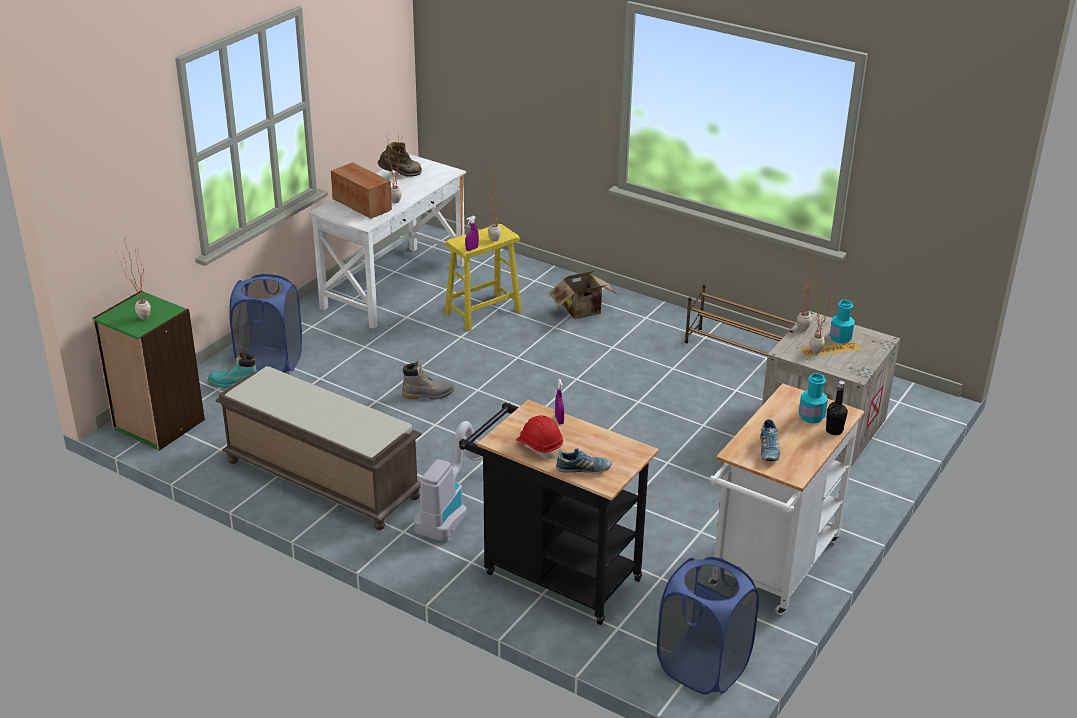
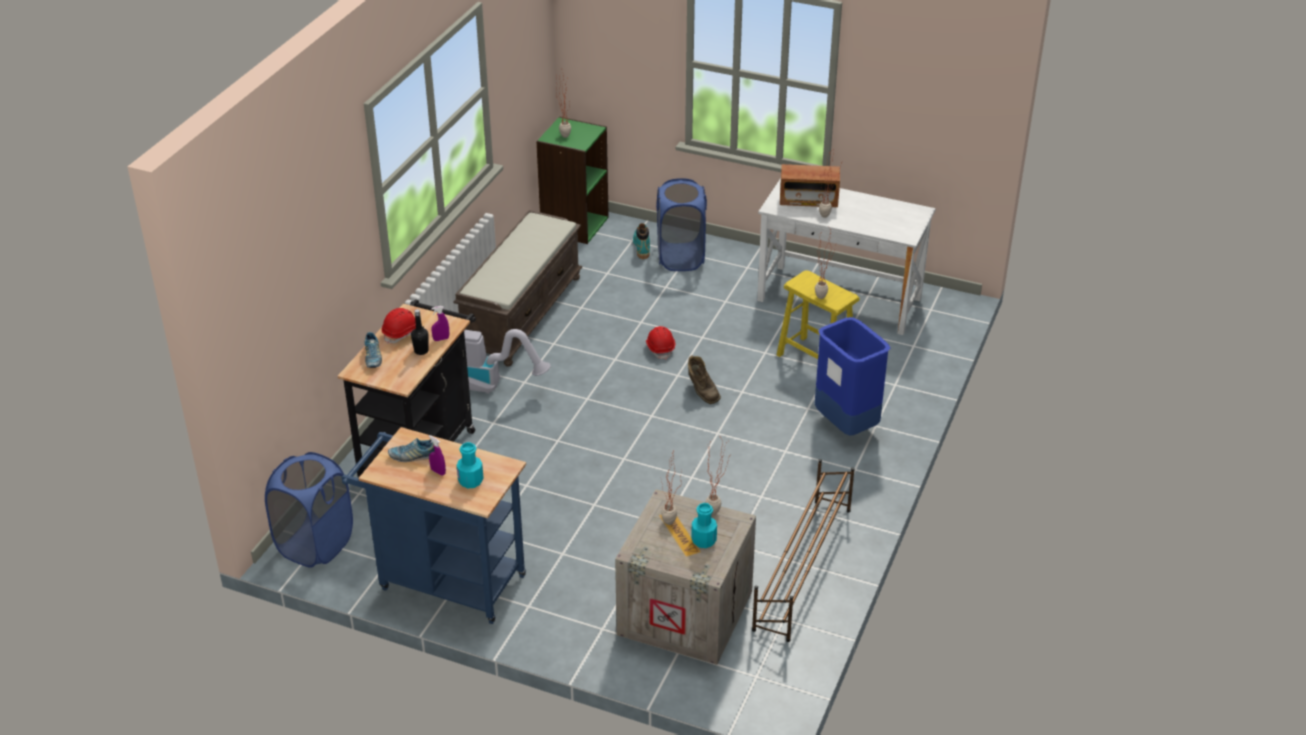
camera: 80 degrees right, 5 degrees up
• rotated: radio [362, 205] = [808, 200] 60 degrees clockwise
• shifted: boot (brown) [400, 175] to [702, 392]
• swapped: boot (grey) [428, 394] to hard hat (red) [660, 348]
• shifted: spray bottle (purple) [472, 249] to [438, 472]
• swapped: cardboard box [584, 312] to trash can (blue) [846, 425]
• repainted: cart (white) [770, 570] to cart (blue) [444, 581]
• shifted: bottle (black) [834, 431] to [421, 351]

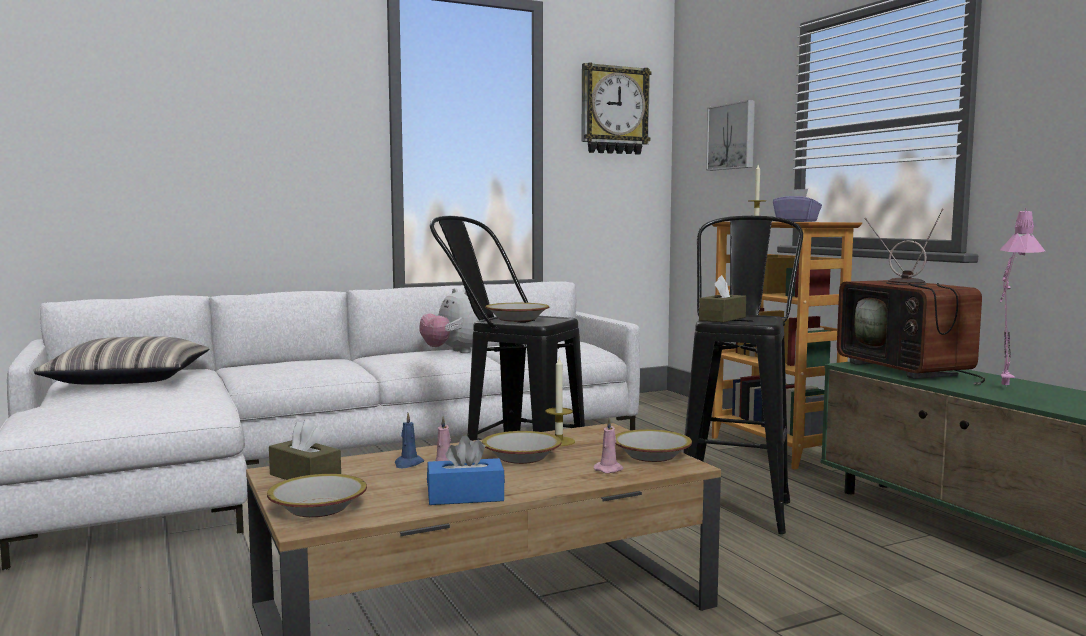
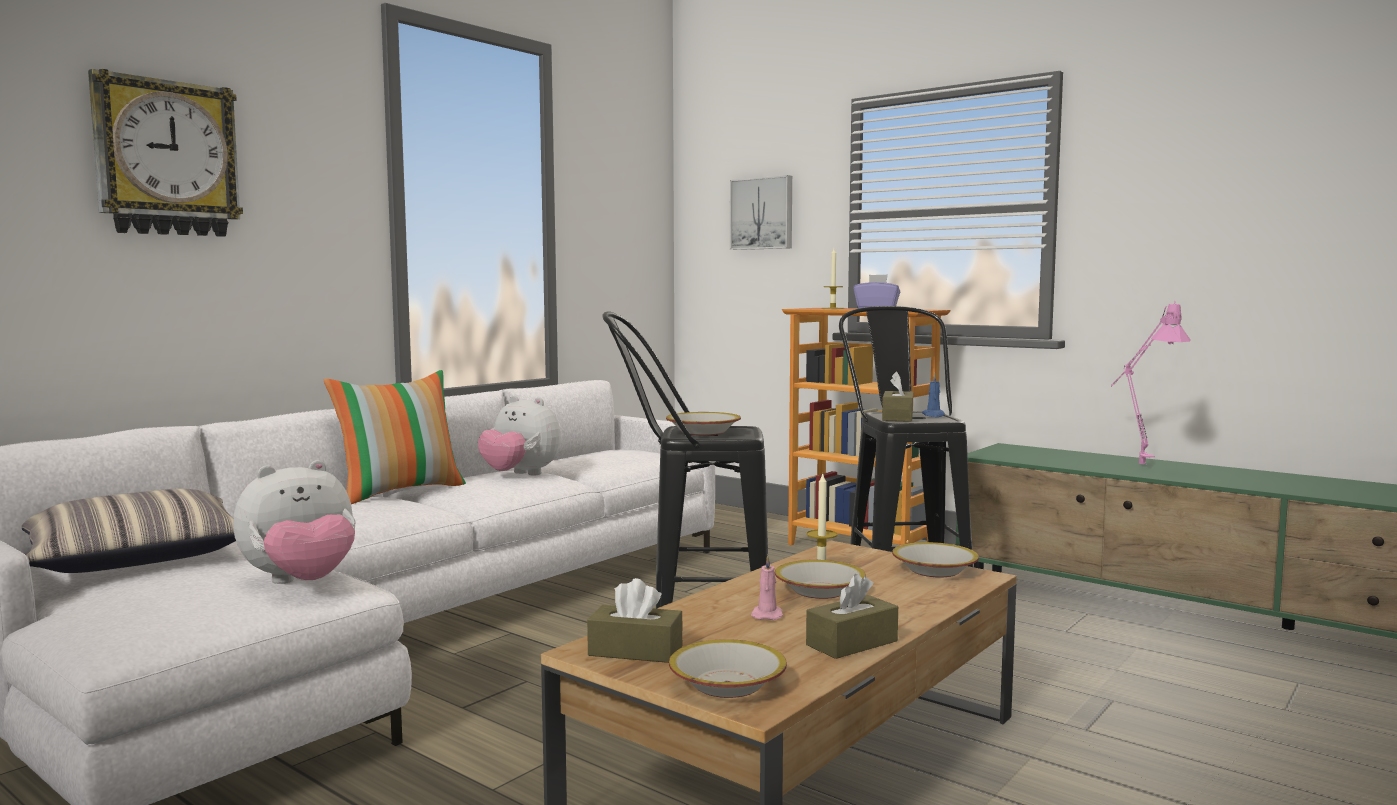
camera: 25 degrees left, 0 degrees up
• shifted: candle (blue) [408, 464] to [933, 415]
• repainted: tissue box (blue) [465, 496] to tissue box (brown) [852, 643]
• shifted: wall clock [613, 110] to [166, 158]
• gone: candle (pink) [609, 469]
• gone: television [910, 370]
• new: plush toy [301, 583]
• new: pillow [400, 492]

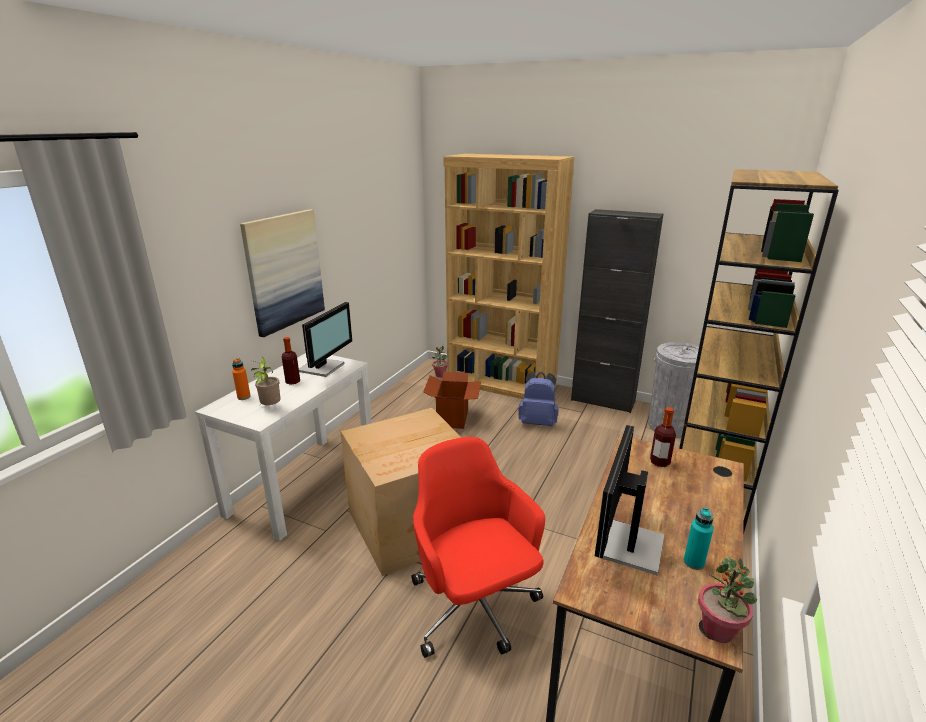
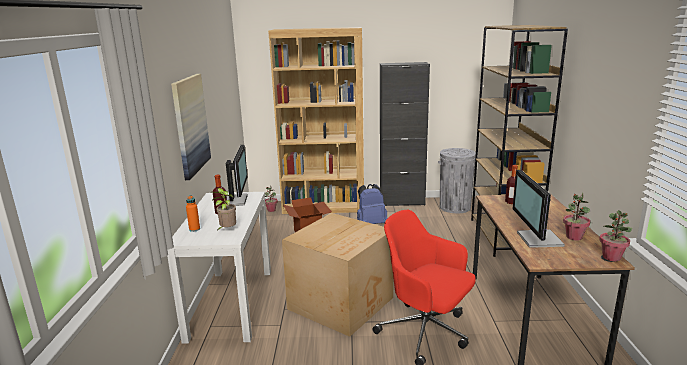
camera: 25 degrees left, 5 degrees down
• swapped: bottle (turquoise) [693, 562] to potted plant [574, 237]

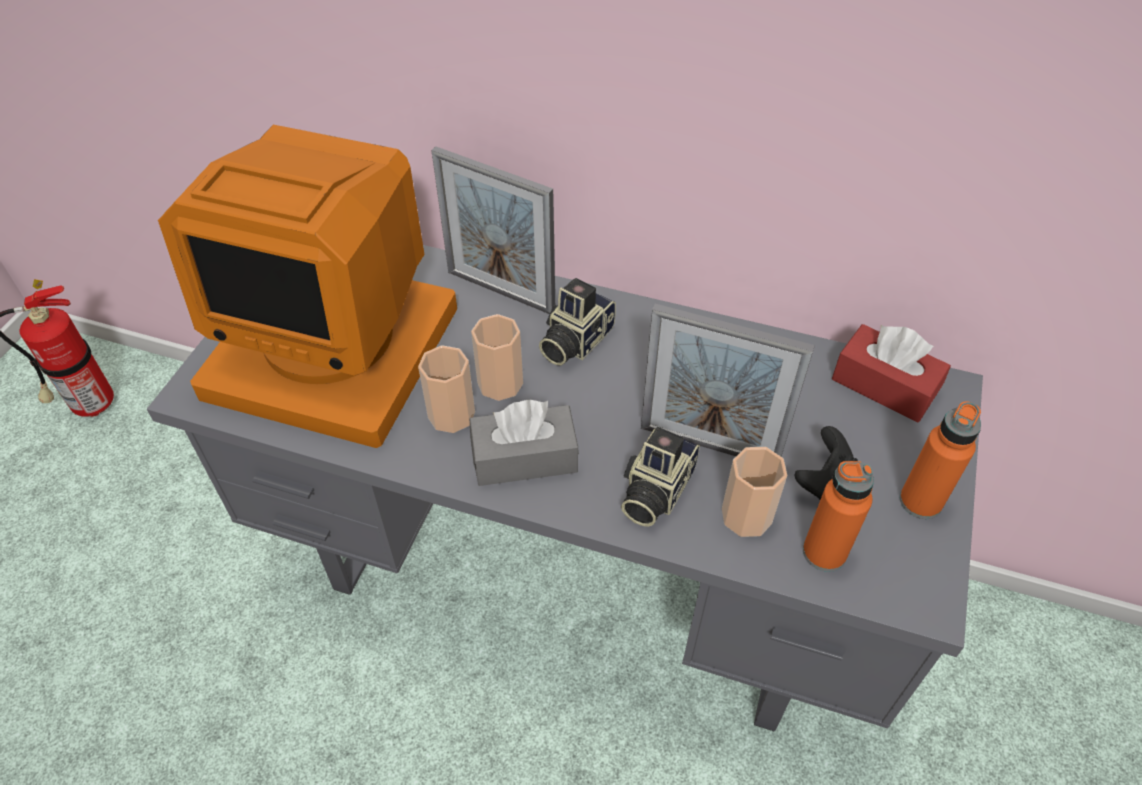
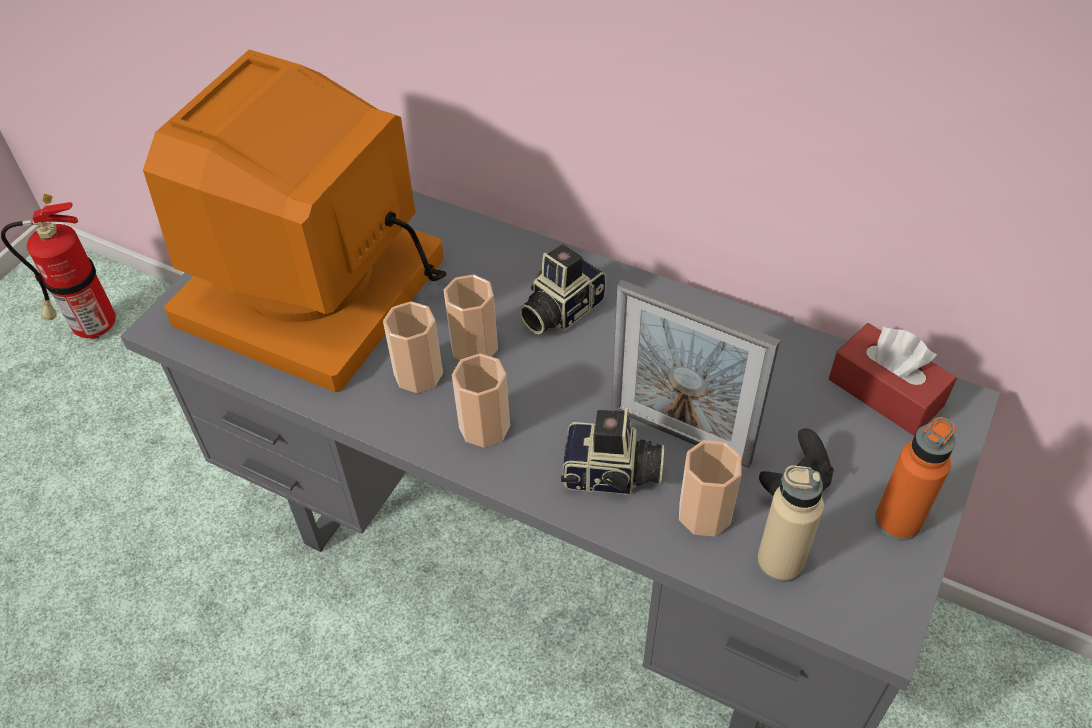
camera: 10 degrees right, 0 degrees up
• rotated: monitor [336, 347] = [315, 292] 90 degrees clockwise
• gone: picture frame [500, 291]
• swapped: tissue box (grey) [524, 458] to cup [484, 427]
• rotated: photo camera [654, 490] = [612, 476] 120 degrees counterclockwise
• repainted: bottle (orange) [824, 552] to bottle (beige) [780, 562]

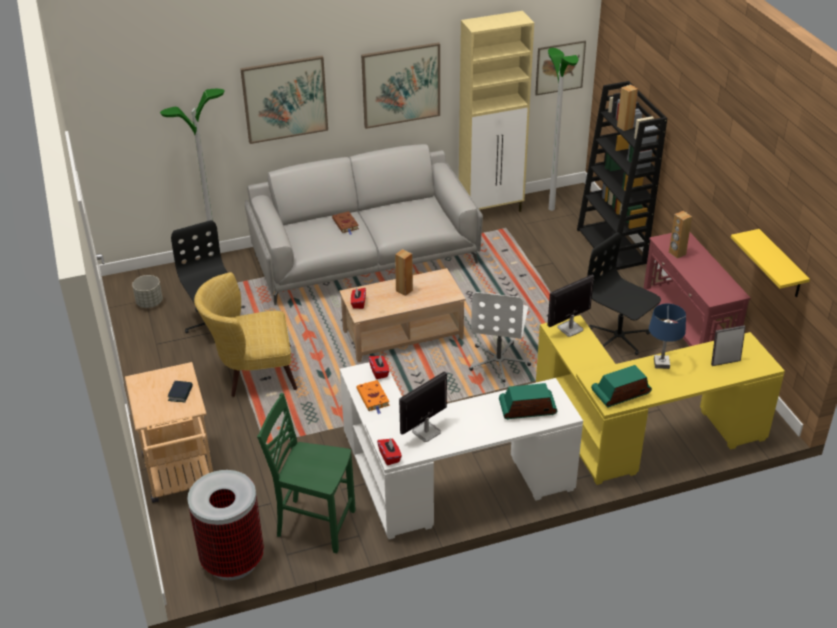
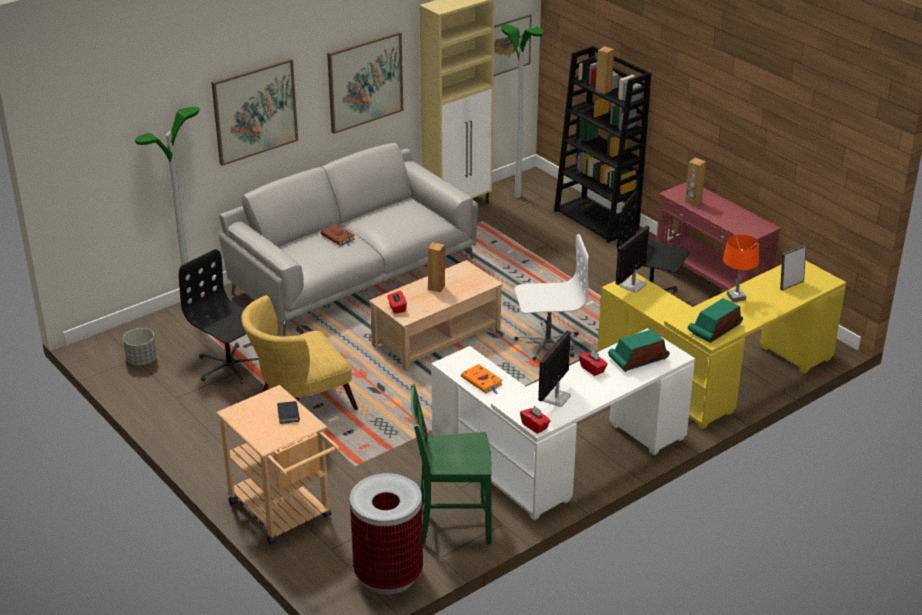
camera: 20 degrees left, 5 degrees down
• shifted: tissue box (red) [379, 372] to [592, 369]
• rotated: office chair (white) [499, 361] = [547, 343] 90 degrees counterclockwise
• repainted: table lamp (blue) [661, 363] to table lamp (orange) [736, 297]
• gone: shelf (yellow) [781, 265]

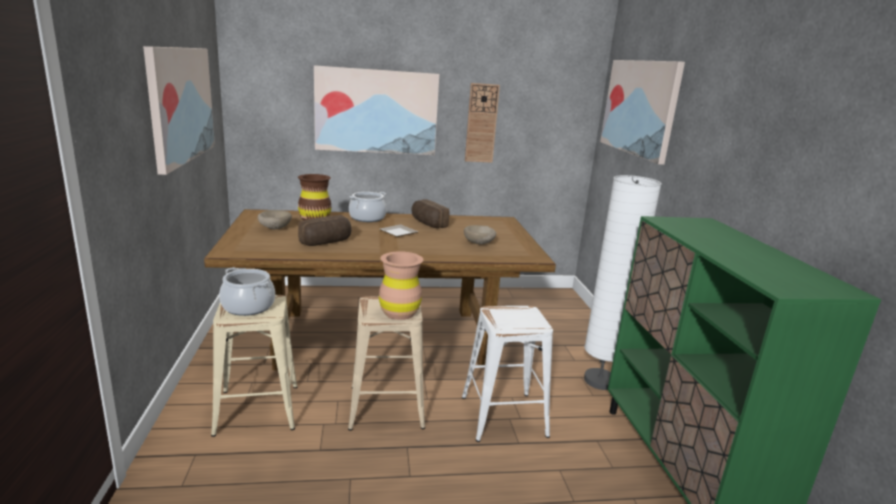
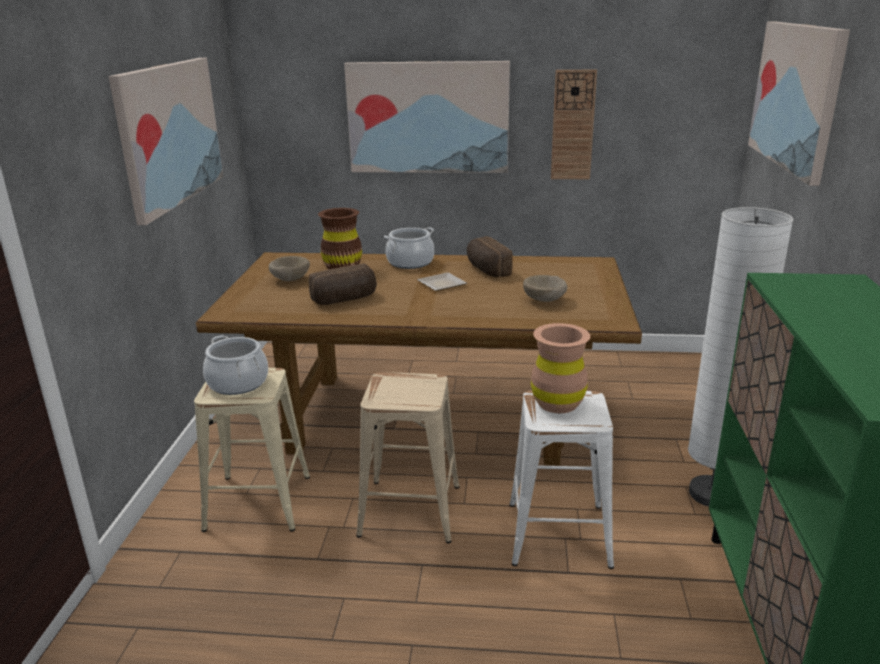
camera: 15 degrees right, 5 degrees up
• shifted: vase (brown) [399, 313] to [557, 403]

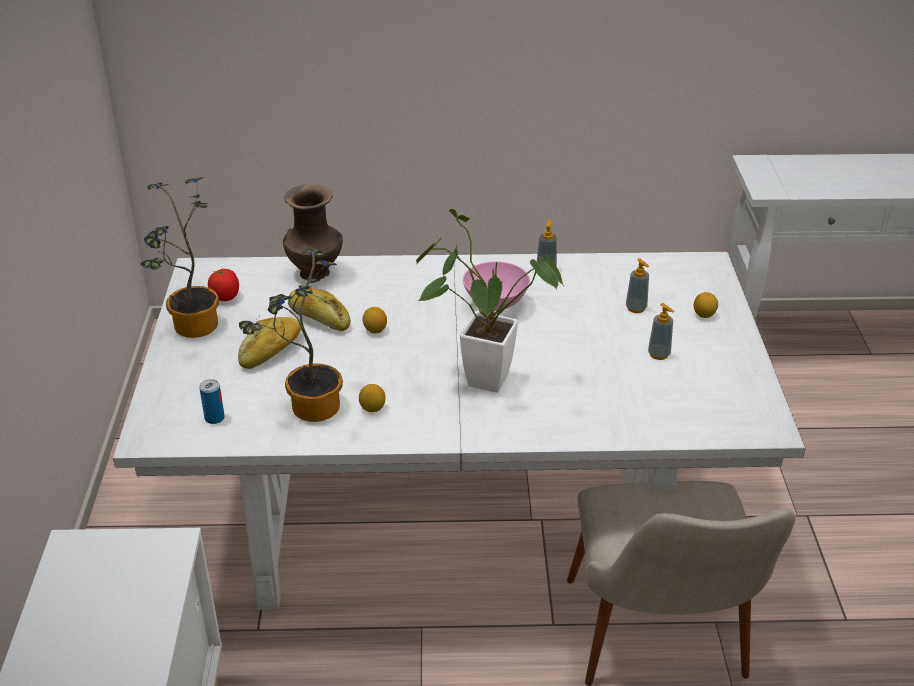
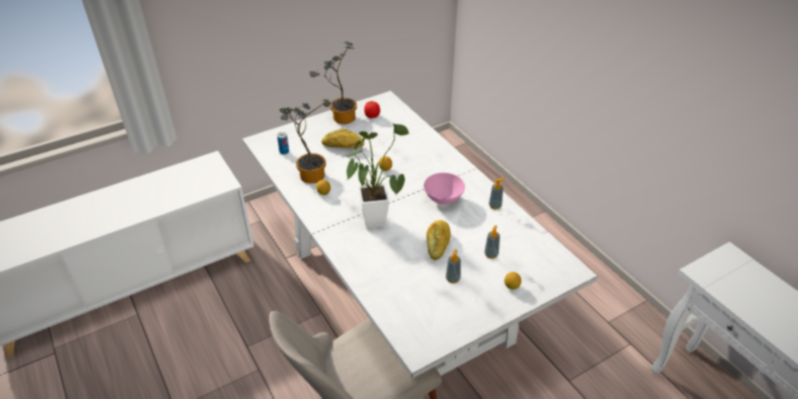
camera: 60 degrees right, 5 degrees up
• gone: vase (brown) [316, 273]
• shifted: bread [319, 318] to [437, 243]

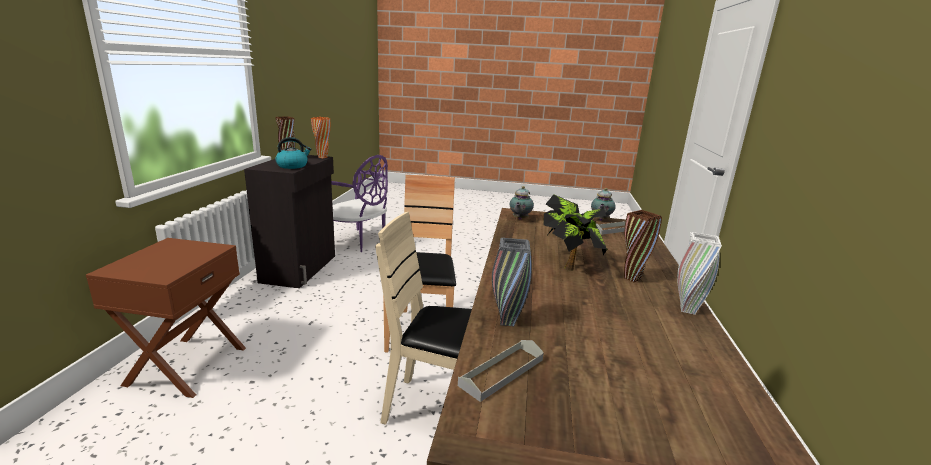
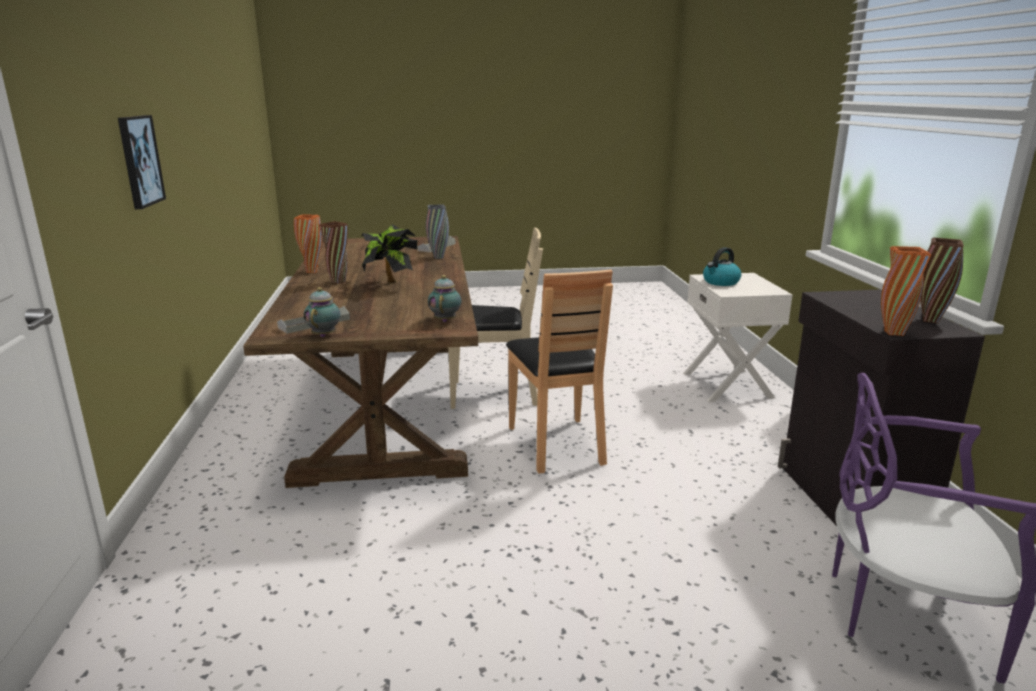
camera: 165 degrees right, 0 degrees up
• repainted: nightstand (brown) [186, 365] to nightstand (white) [728, 385]
• shifted: kettle [293, 166] to [720, 282]
• repainted: vase (white) [687, 310] to vase (orange) [312, 271]
• new: picture [139, 161]

